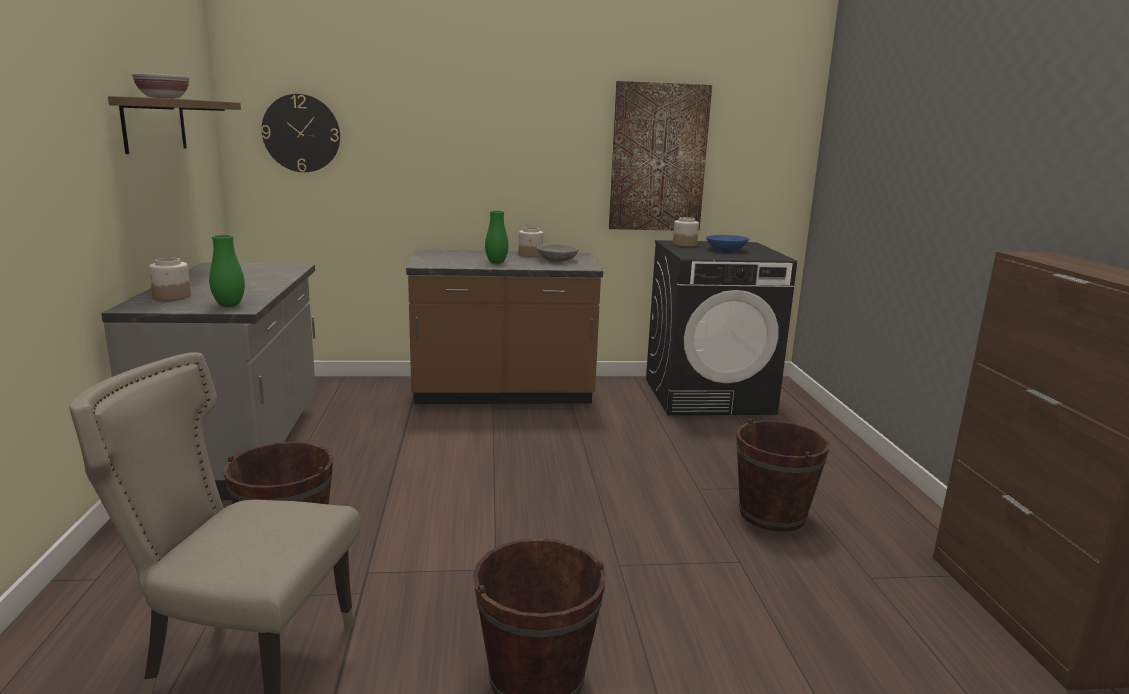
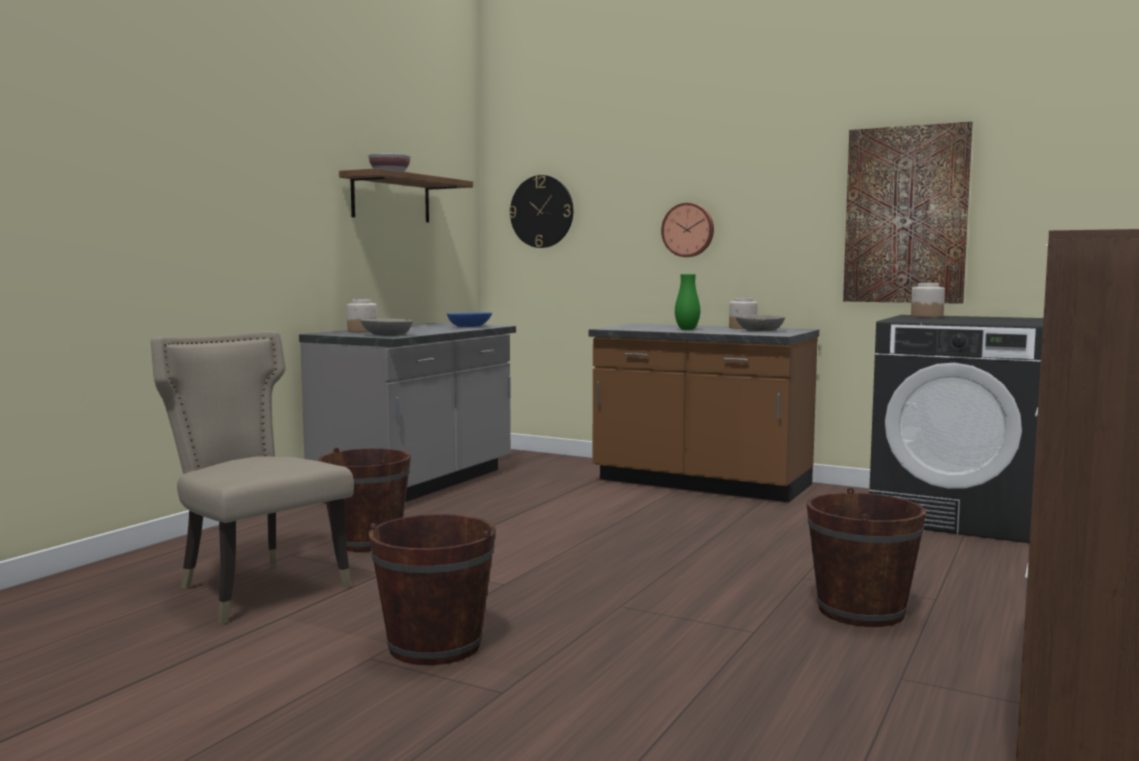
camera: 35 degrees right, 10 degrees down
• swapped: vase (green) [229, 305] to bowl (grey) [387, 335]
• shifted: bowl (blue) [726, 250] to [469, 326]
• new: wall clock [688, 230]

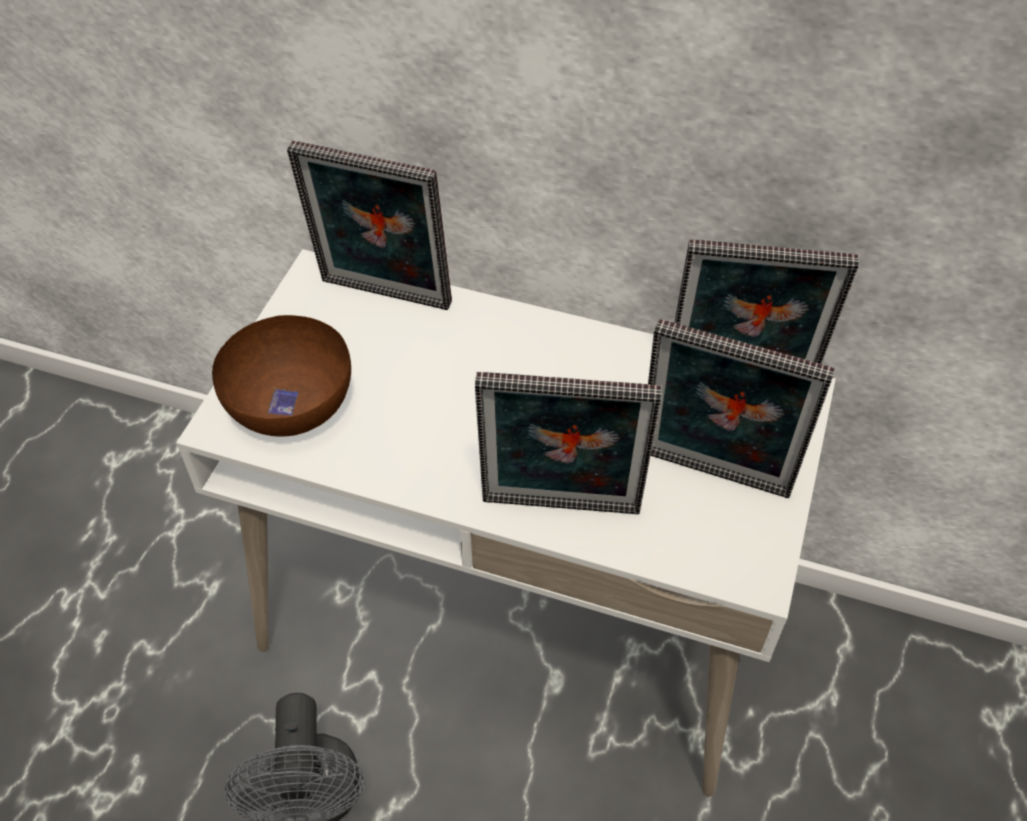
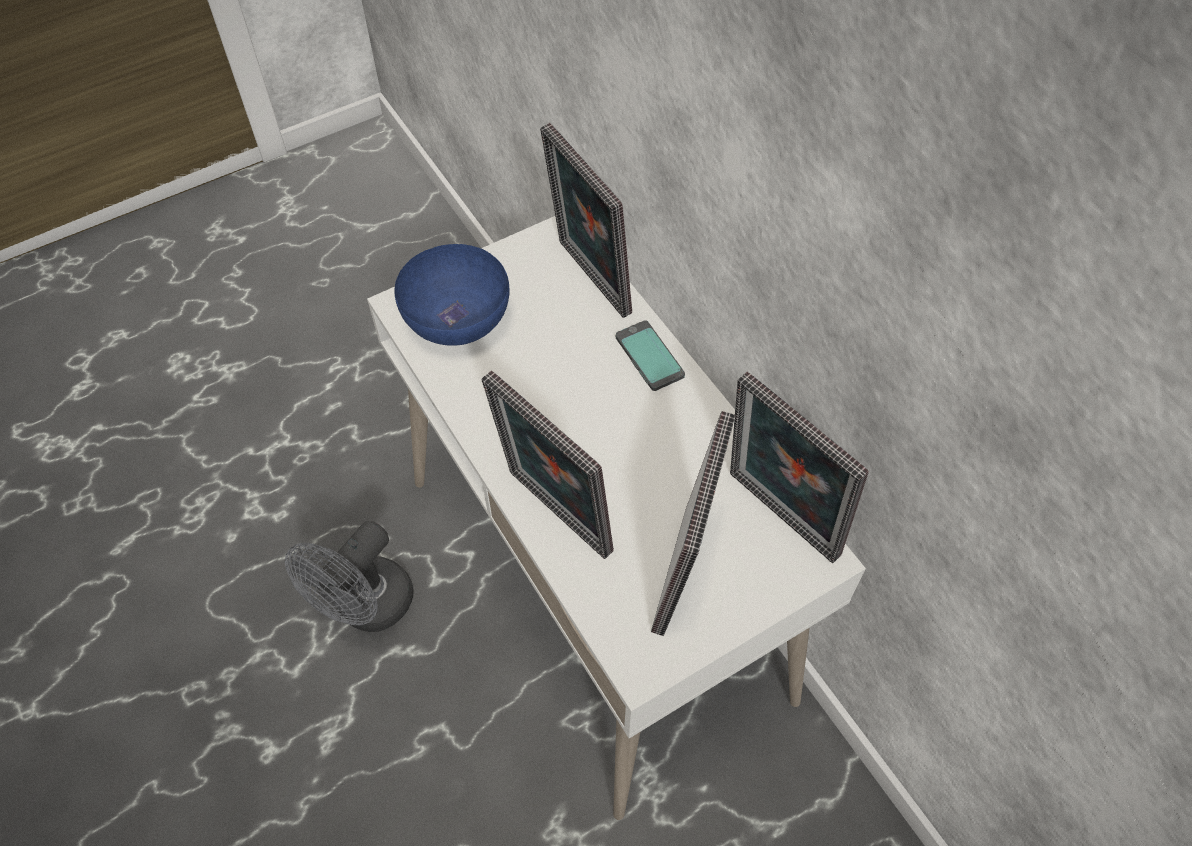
camera: 40 degrees right, 5 degrees up
• repainted: bowl (brown) [291, 405] to bowl (blue) [456, 319]
• rotated: picture frame [712, 478] = [684, 572] 135 degrees counterclockwise
• new: phone [649, 356]

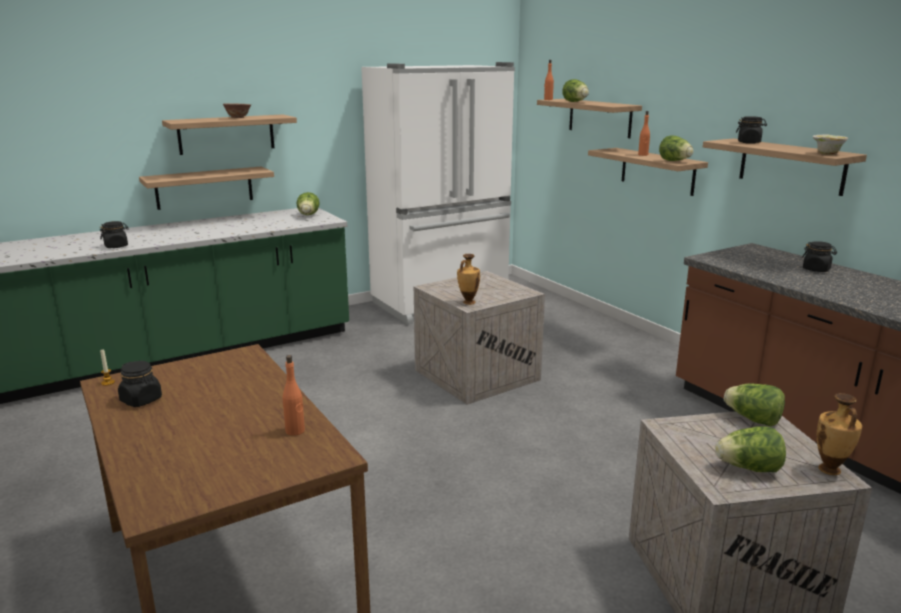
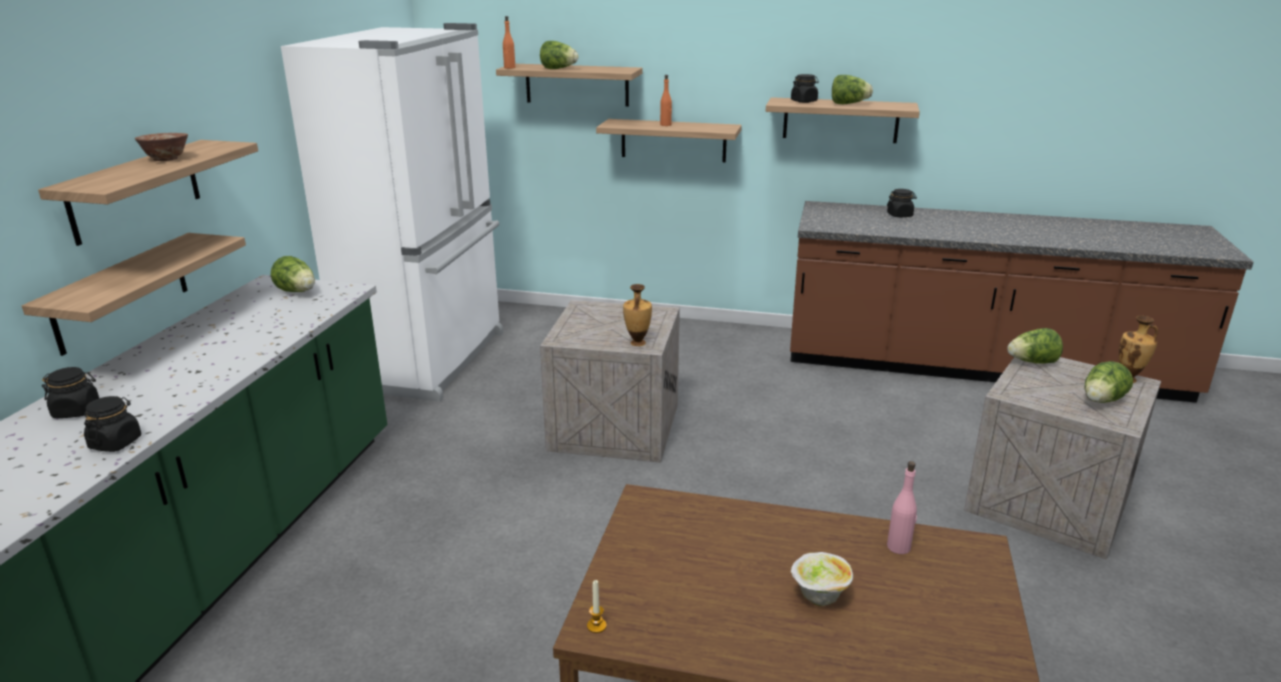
camera: 45 degrees left, 5 degrees up
• shifted: jar (black) [141, 400] to [77, 411]
• repainted: bottle (orange) [295, 431] to bottle (pink) [899, 547]
• shifted: lettuce [675, 161] to [848, 104]
• shifted: bowl [826, 154] to [818, 597]

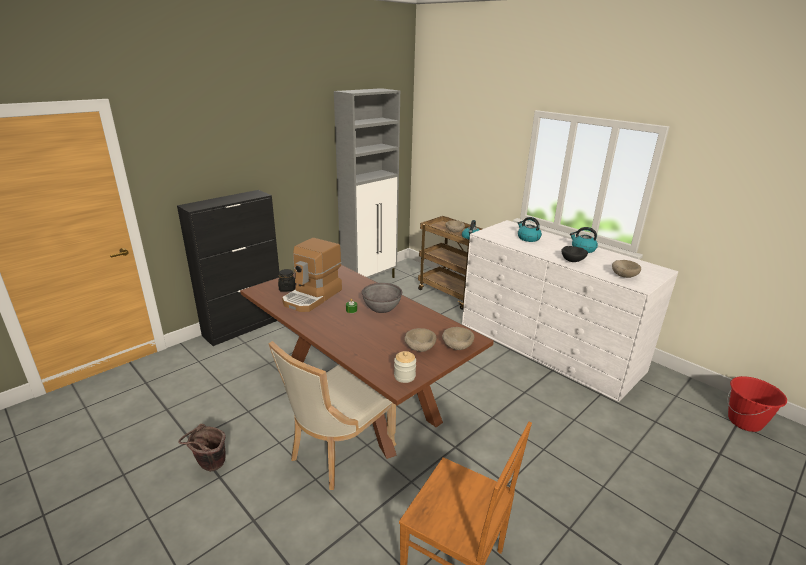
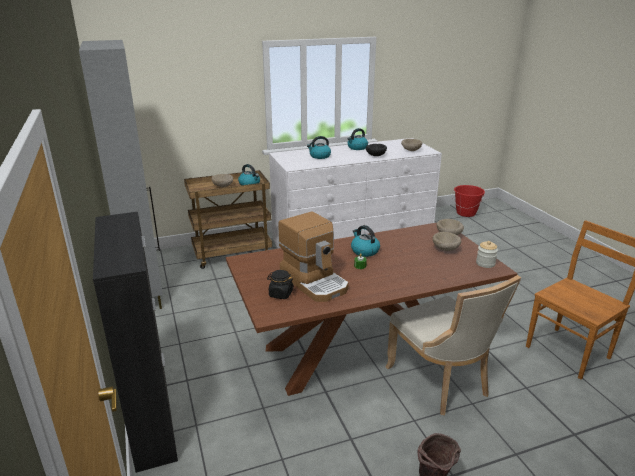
camera: 65 degrees left, 0 degrees up
• swapped: bowl (grey) [381, 307] to kettle [364, 251]

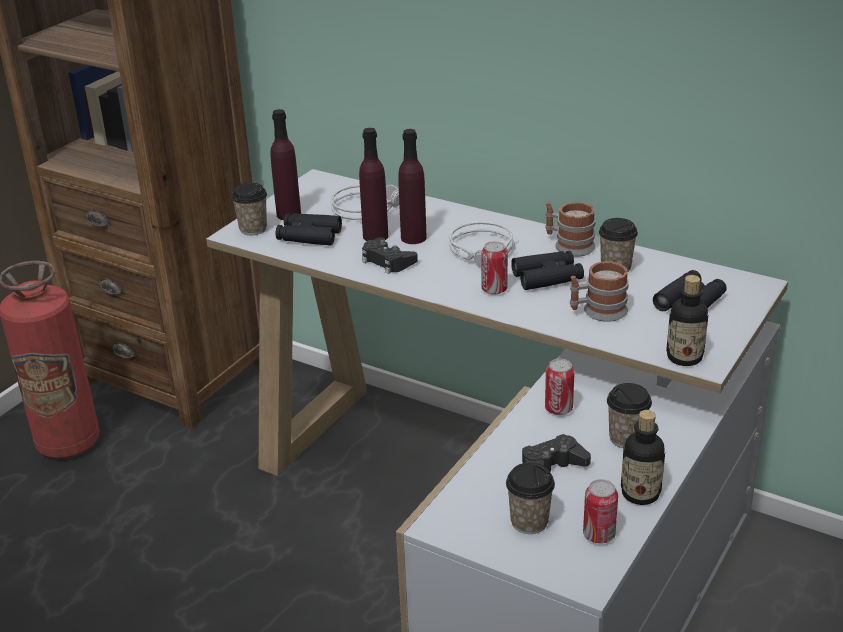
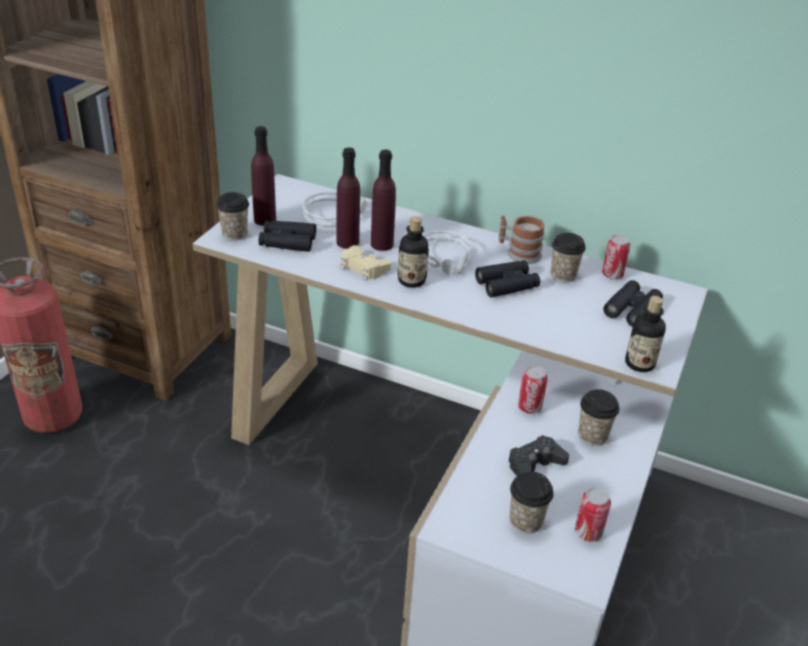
camera: 10 degrees left, 5 degrees up
• repainted: game controller (black) [387, 261] to game controller (beige) [363, 268]
• shifted: can [494, 290] to [612, 275]
• gone: mug [598, 311]
• shifted: bottle [640, 494] to [411, 281]

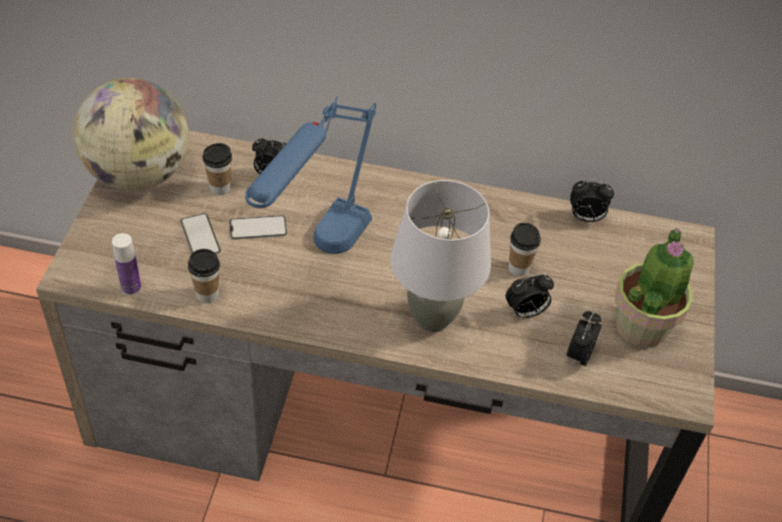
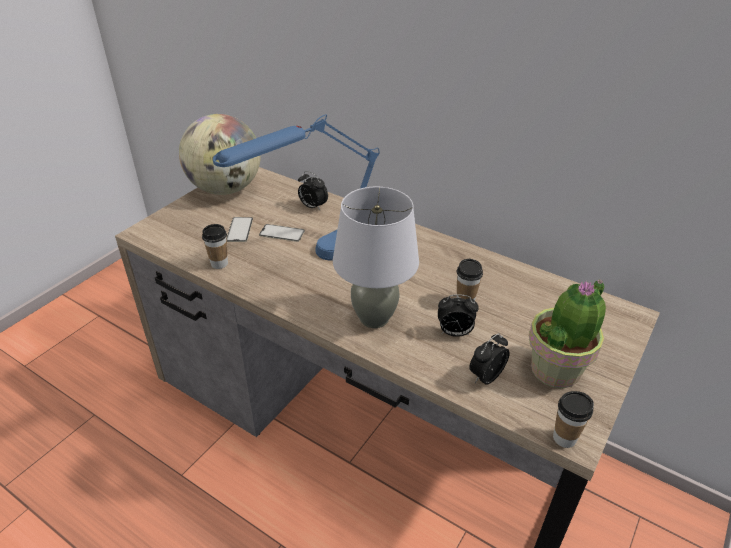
camera: 25 degrees right, 10 degrees down
• gone: bottle [131, 287]
• shifted: cup [220, 188] to [564, 438]
• gone: alarm clock [585, 218]

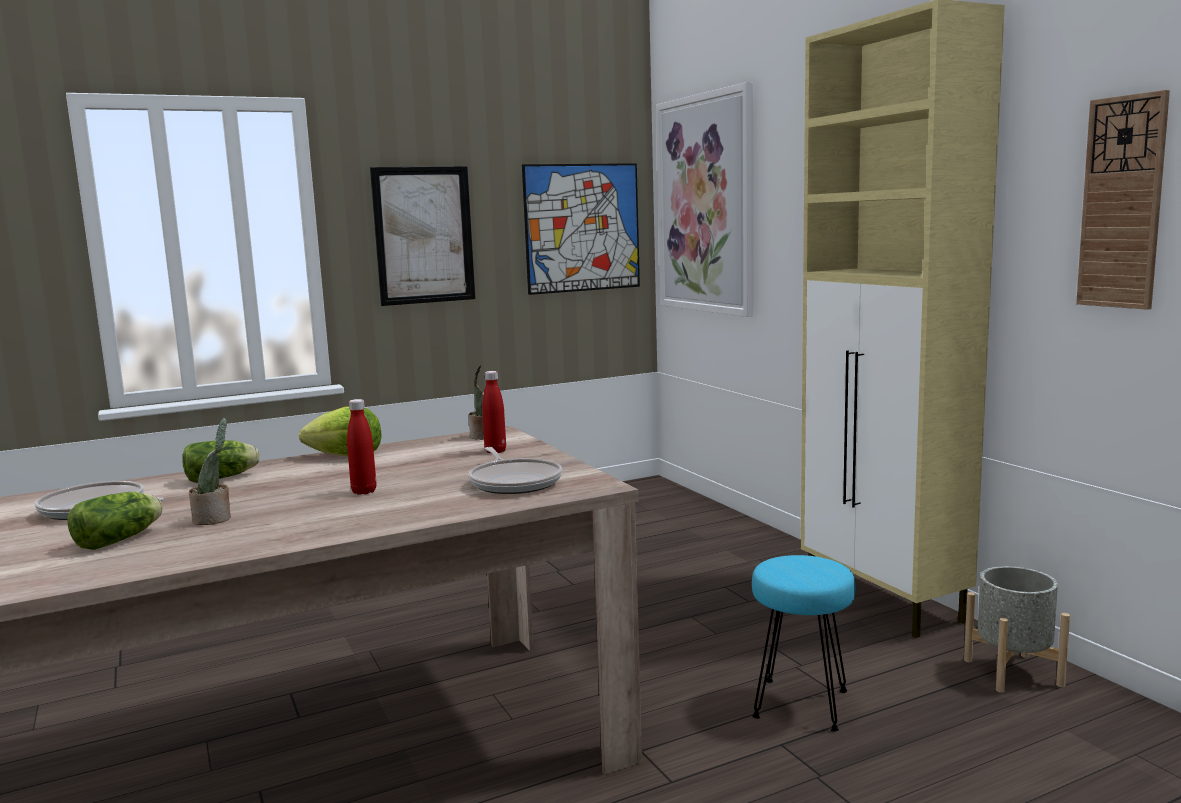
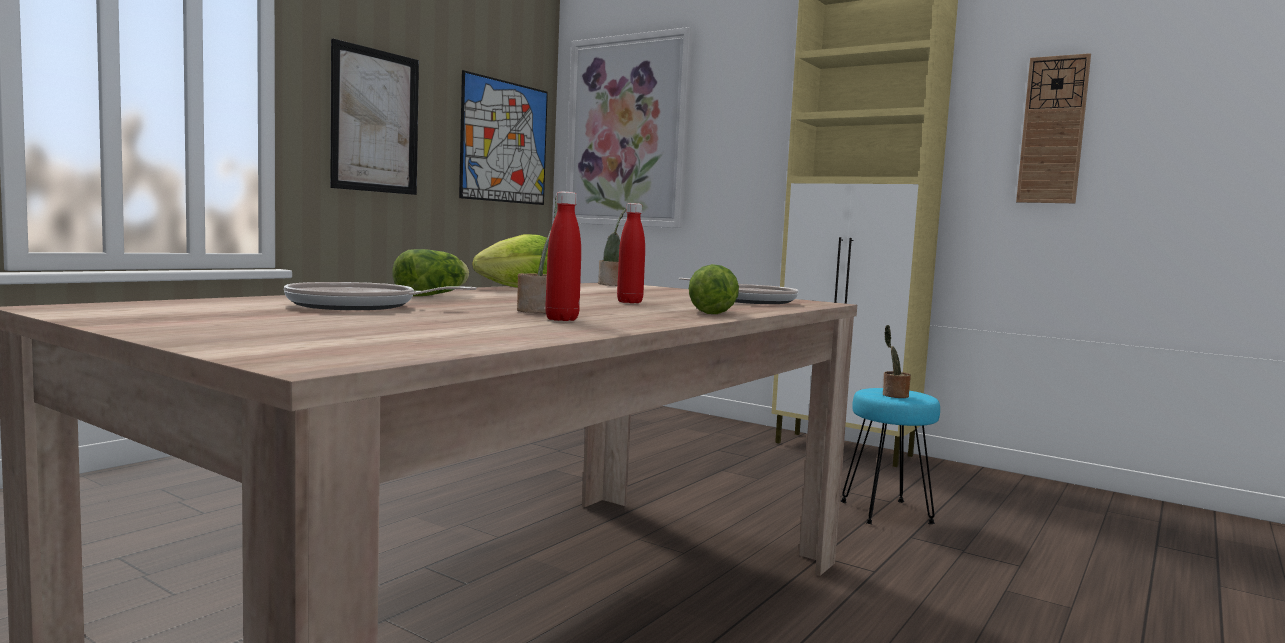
camera: 30 degrees left, 5 degrees down
• shifted: lettuce [122, 539] to [711, 311]
• shifted: bottle (red) [495, 451] to [562, 319]
• gone: planter (grey) [1012, 672]
• new: potted plant [893, 395]

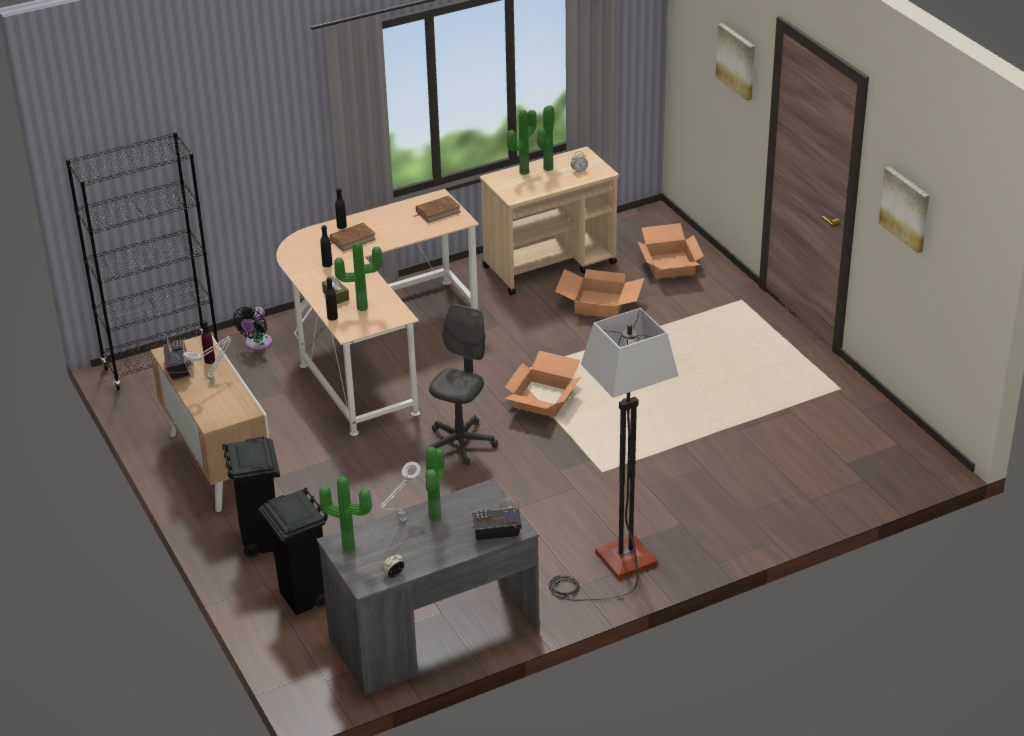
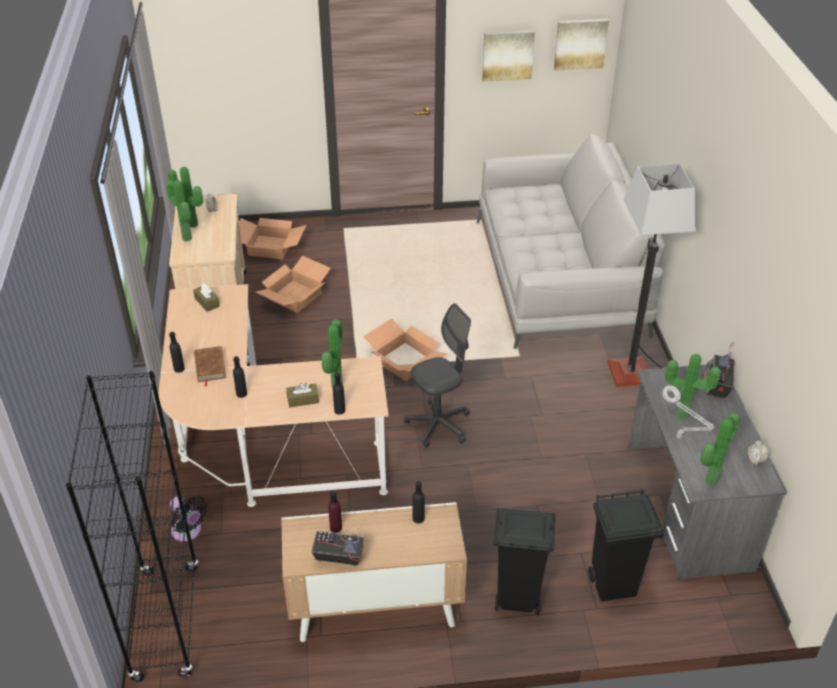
camera: 70 degrees left, 5 degrees up
• gone: table lamp (grey) [212, 381]
• swapped: book (brown) [438, 211] to tissue box (brown) [207, 302]
• rotated: office chair (grey) [460, 443] = [438, 425] 105 degrees clockwise
• shifted: picture [737, 61] to [580, 43]
• new: bottle (black) [418, 518]
• new: sofa (grey) [559, 278]

